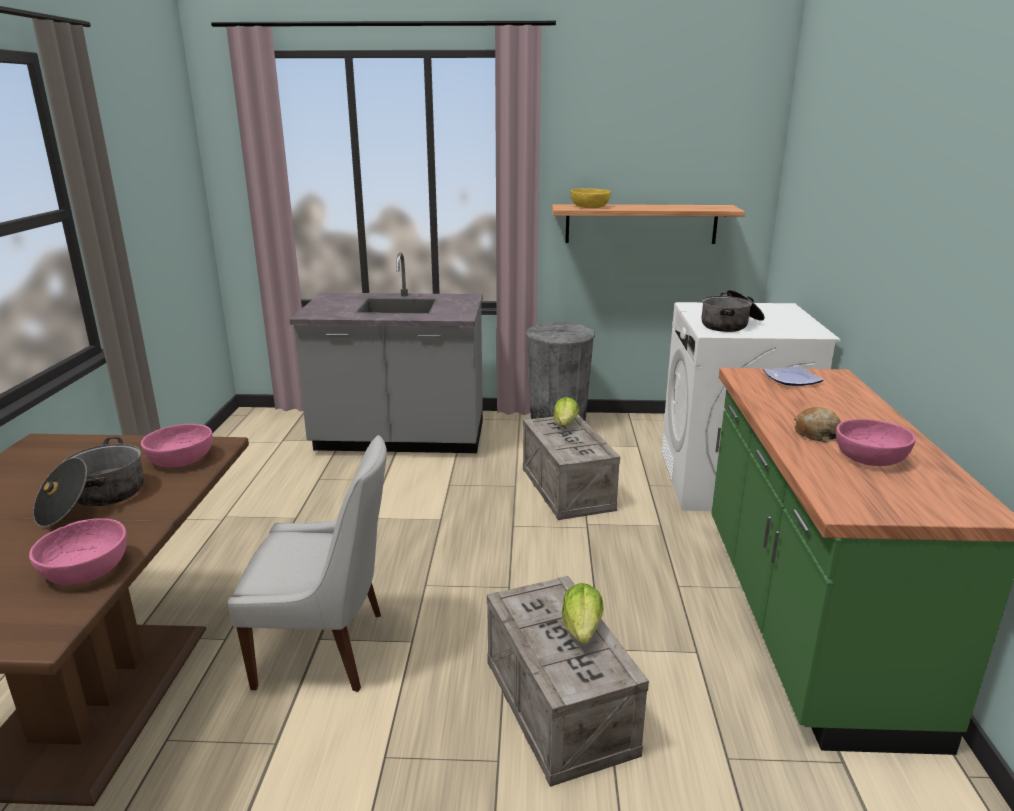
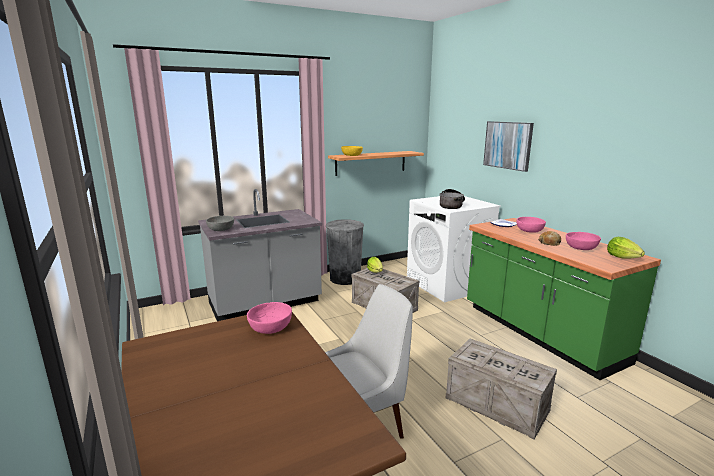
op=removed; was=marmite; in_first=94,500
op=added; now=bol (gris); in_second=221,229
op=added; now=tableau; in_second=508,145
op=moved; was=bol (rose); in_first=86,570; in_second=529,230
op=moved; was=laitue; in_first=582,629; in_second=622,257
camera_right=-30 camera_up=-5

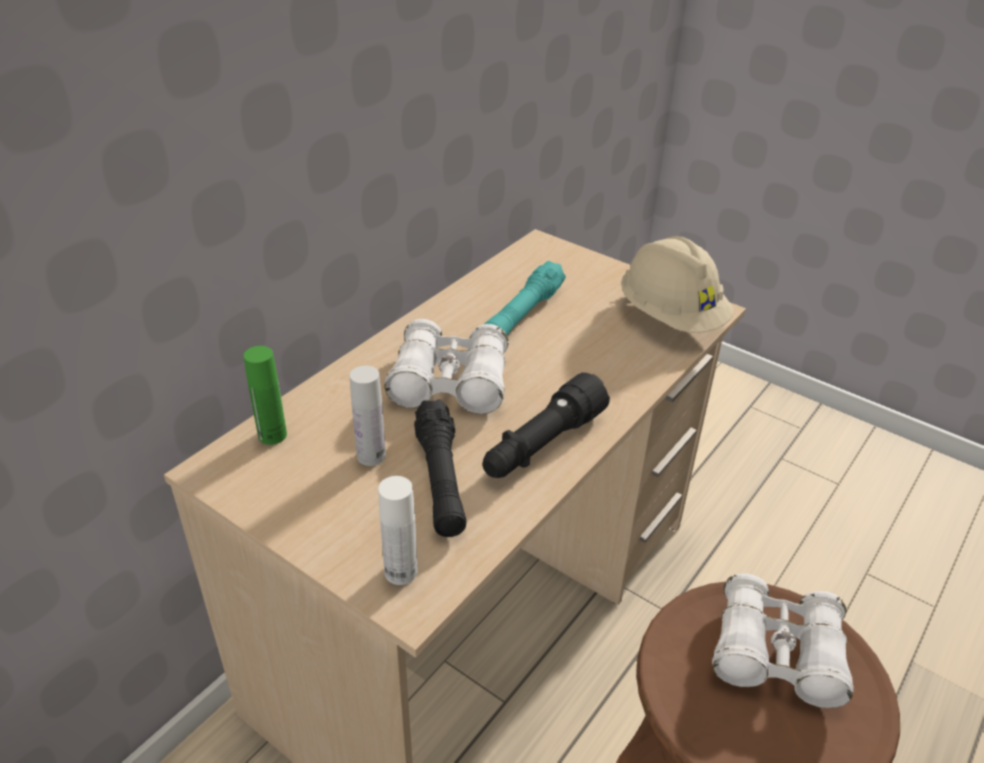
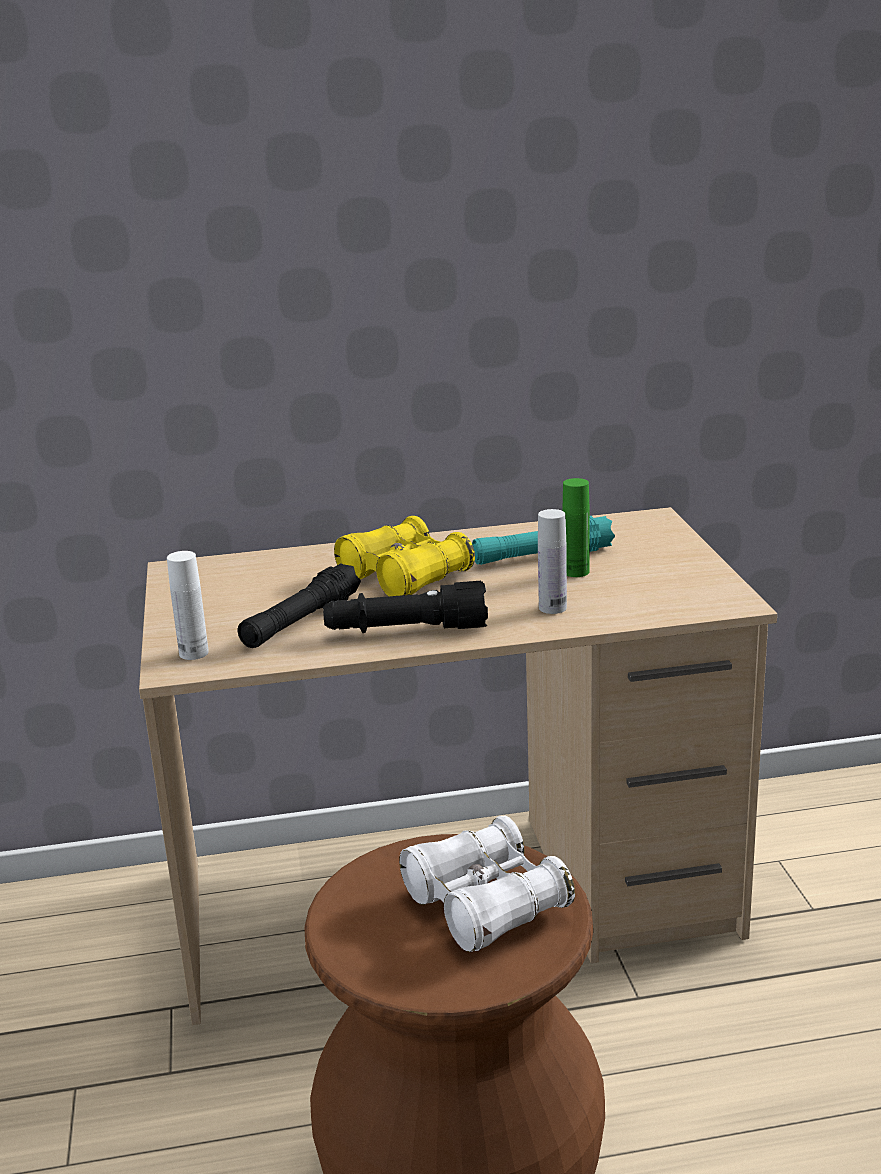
op=removed; was=casque de chantier (beige); in_first=671,317
op=moved; was=bouteille (vert); in_first=272,435; in_second=576,572
op=moved; was=bouteille (blanc); in_first=371,456; in_second=552,608
op=recoloured; was=jumelles (blanc); now=jumelles (jaune); in_first=450,383; in_second=405,577
camera_right=45 camera_up=-15

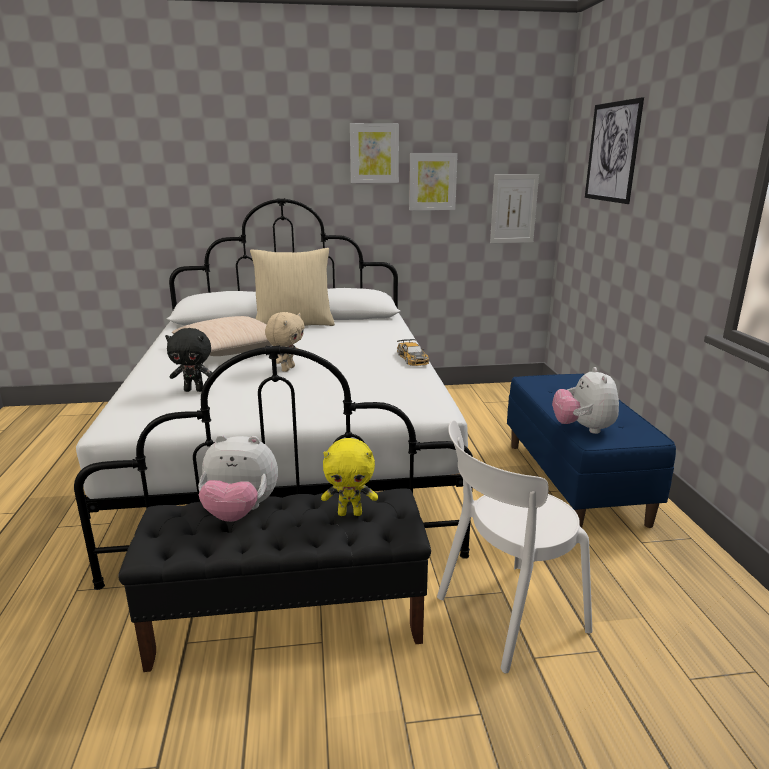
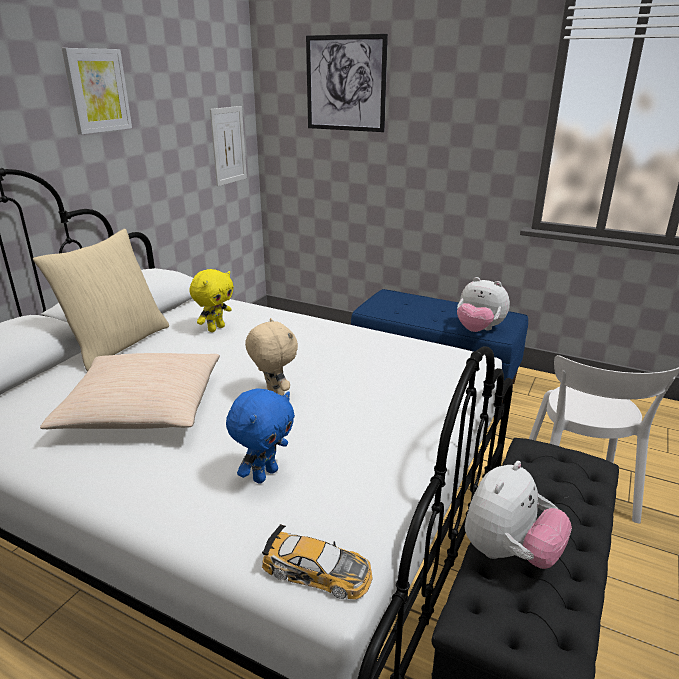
op=removed; was=tableau; in_first=432,181
op=moved; was=peluche (jaune); in_first=350,513; in_second=215,328
op=moved; was=petite voiture; in_first=412,358; in_second=318,571
op=recoloured; was=peluche (noir); now=peluche (bleu); in_first=194,390; in_second=264,474
camera_right=-55 camera_up=5

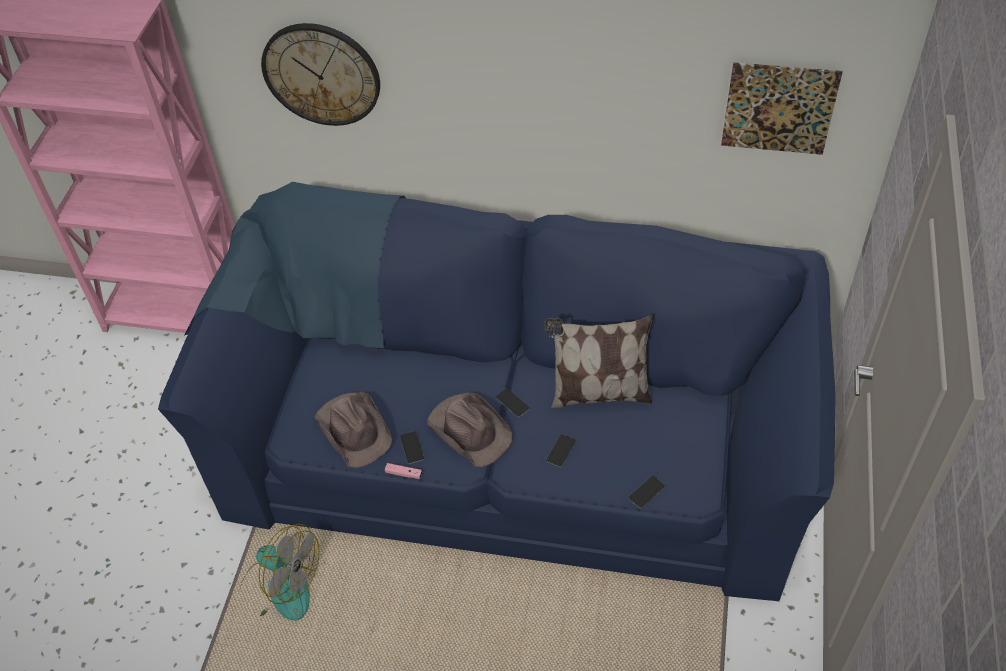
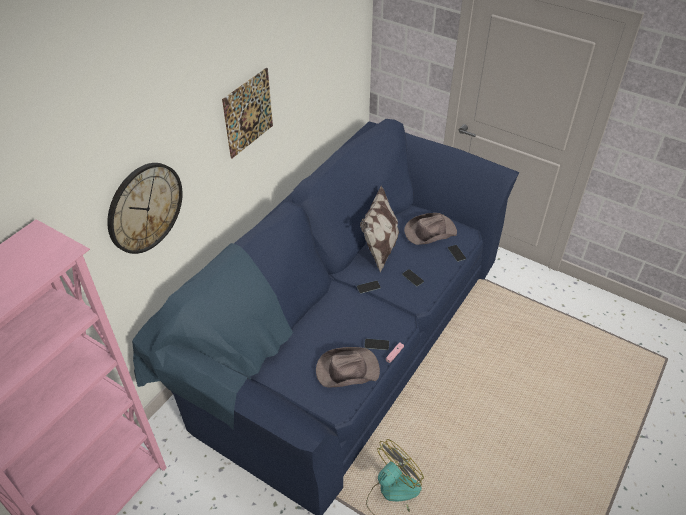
op=moved; was=chapeau (marron); in_first=469,430; in_second=429,232
op=moved; was=tableau; in_first=779,109; in_second=248,113
camera_right=-70 camera_up=-5

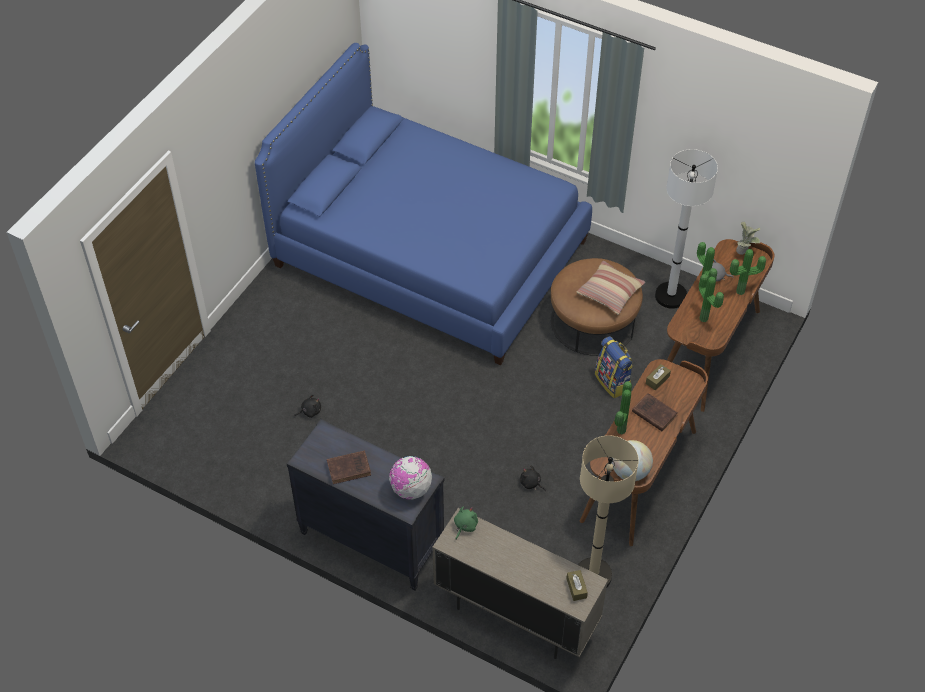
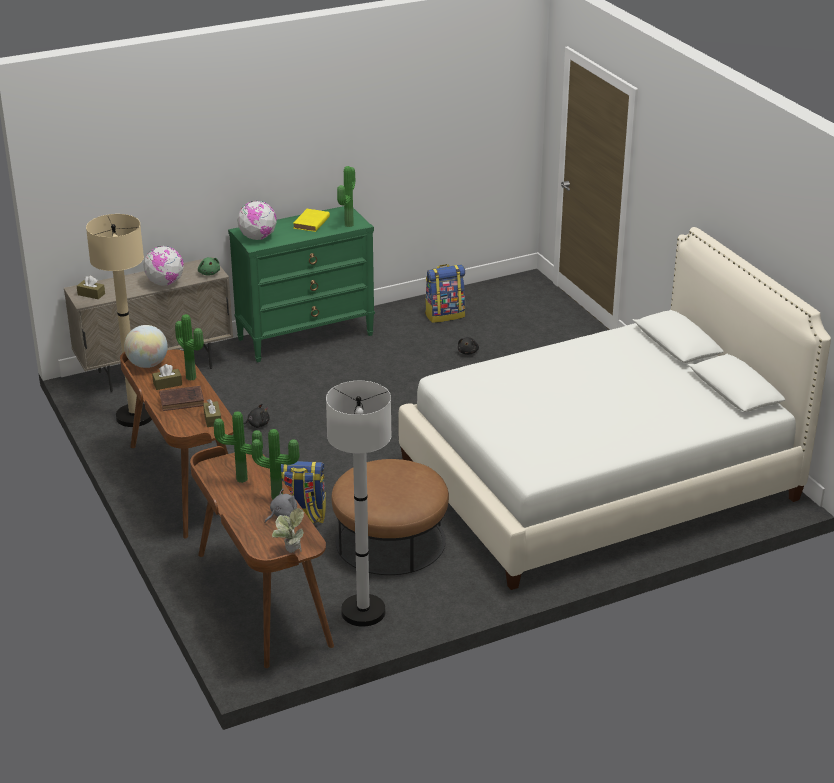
op=removed; was=coussin; in_first=610,292
op=added; now=globe; in_second=165,283
op=added; now=boîte à mouchoirs (marron); in_second=167,384
op=added; now=sac à dos; in_second=445,315
op=moved; was=plante en pot; in_first=741,293; in_second=347,225
op=recoloured; was=lit (bleu); now=lit (blanc); in_first=430,252; in_second=600,480
op=recoloured; was=commode (noir); now=commode (vert); in_first=371,541; in_second=306,336
op=recoloured; was=livre (marron); now=livre (jaune); in_first=350,468; in_second=311,223
camera_right=125 camera_up=-20

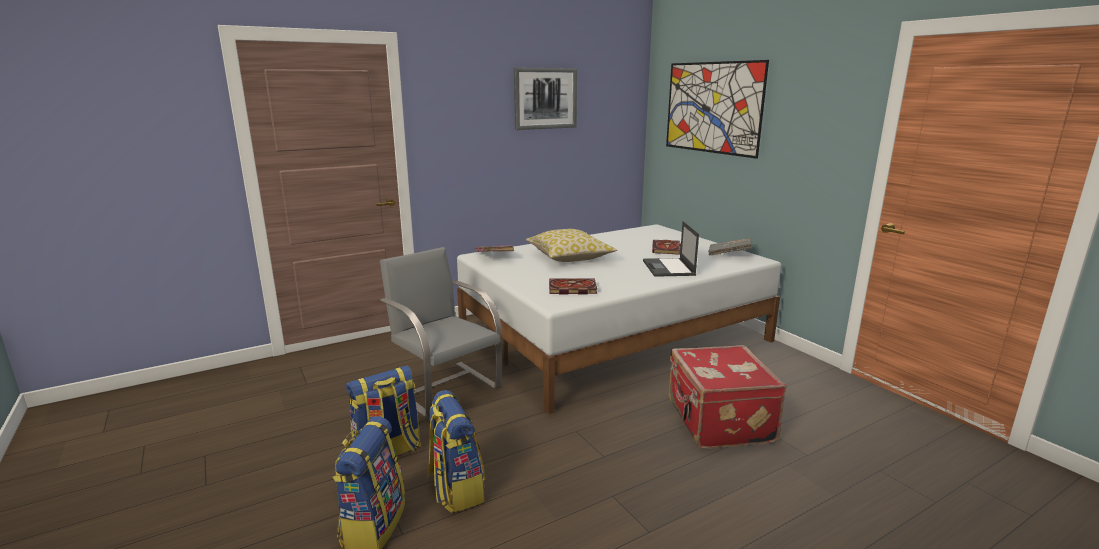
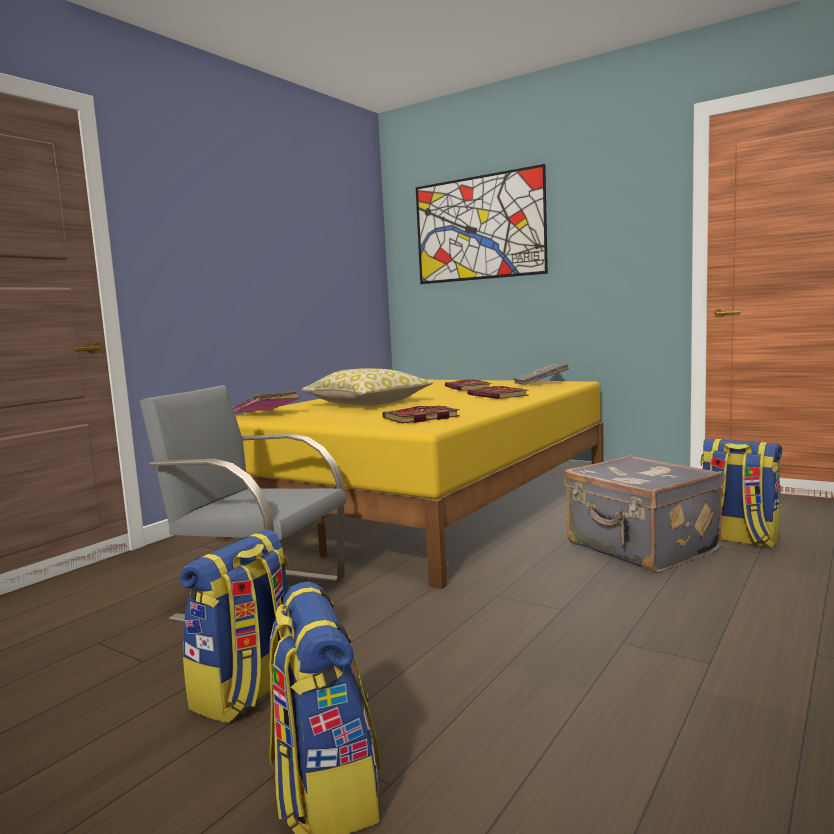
op=removed; was=tableau; in_first=545,98
op=moved; was=sac à dos; in_first=455,489; in_second=737,539
op=replaced; was=ordinateur portable; now=livre; in_first=669,268; in_second=499,395
op=recoloured; was=lit (blanc); now=lit (jaune); in_first=613,336; in_second=431,506
op=recoloured; was=valise (rouge); now=valise (gris); in_first=717,422; in_second=641,548
camera_right=-25 camera_up=-10

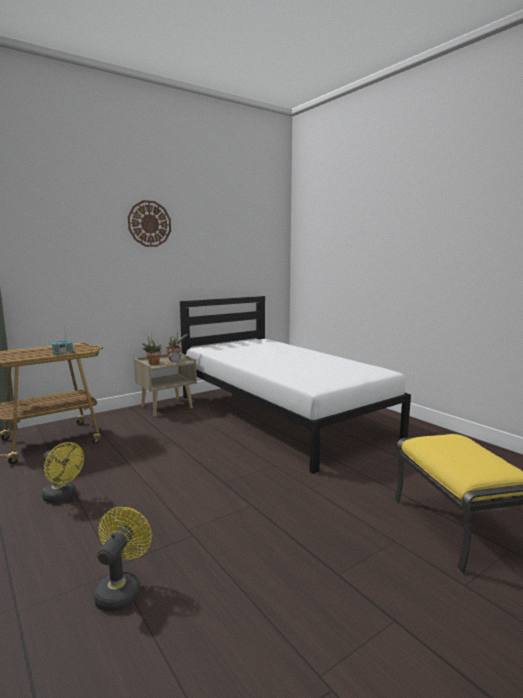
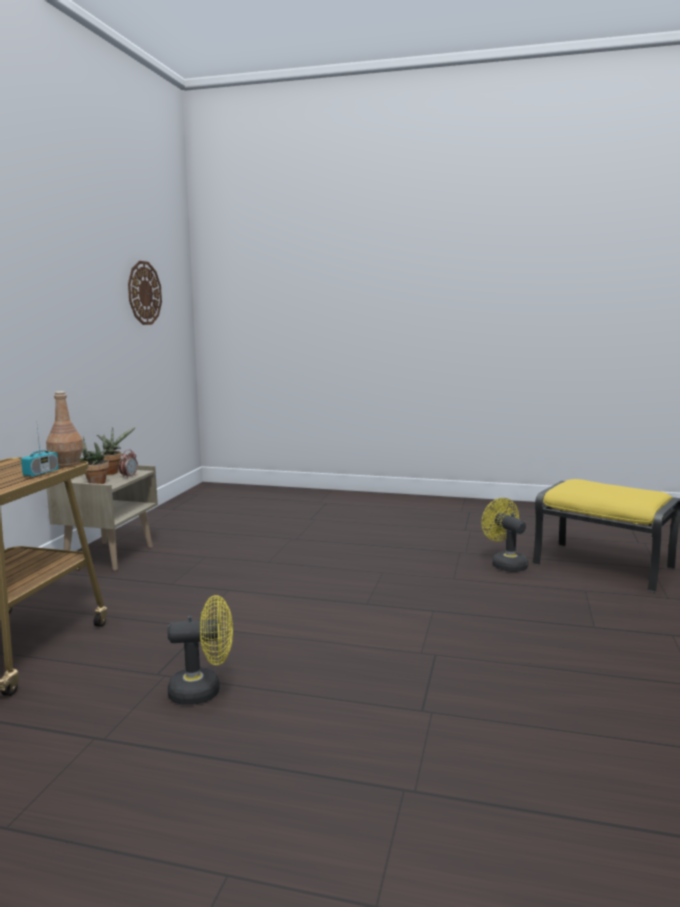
op=removed; was=lit (blanc); in_first=281,415
op=added; now=bouteille (marron); in_second=67,463
op=moved; was=ventilateur (jaune); in_first=121,589; in_second=505,564
op=moved; was=horloge murale; in_first=149,224; in_second=144,293
camera_right=-40 camera_up=0

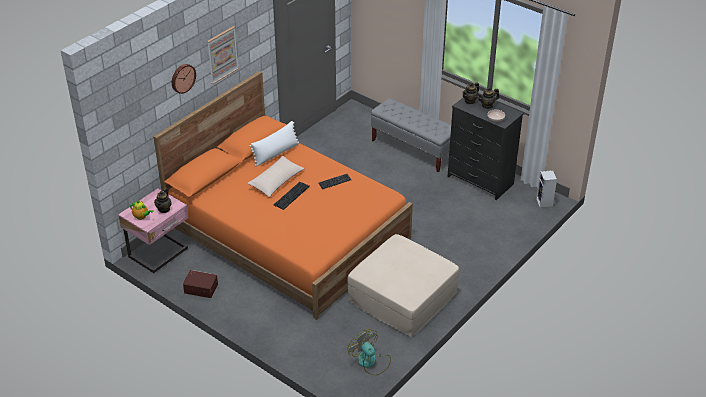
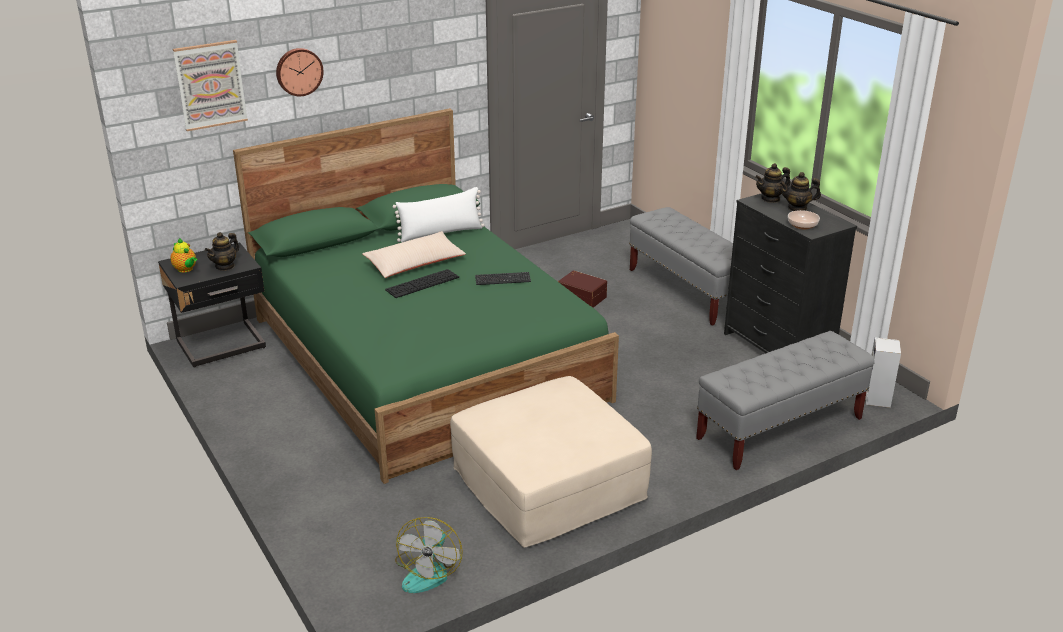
op=added; now=banc (gris); in_second=779,429
op=moved; was=boîte de rangement (marron); in_first=201,288; in_second=582,297
op=moved; was=tableau; in_first=222,54; in_second=210,85
op=recoloured; was=table de chevet (rose); now=table de chevet (noir); in_first=160,254; in_second=222,346
op=recoloured; was=lit (orange); now=lit (vert); in_first=288,233; in_second=425,358
op=turned; was=ventilateur; in_first=370,362; in_second=428,571; clockwise=-150
camera_right=20 camera_up=-10

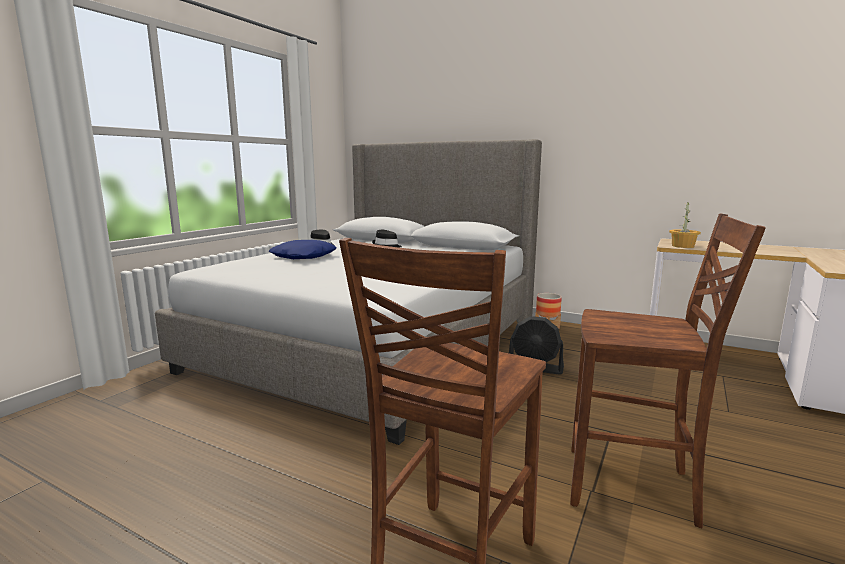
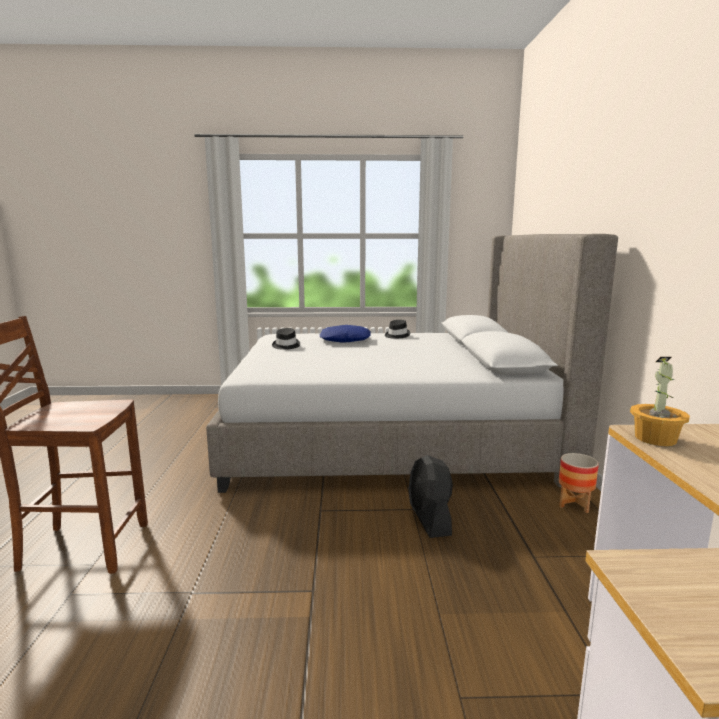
op=removed; was=chaise (marron); in_first=633,487
op=moved; was=chapeau (noir); in_first=386,246; in_second=285,346
camera_right=60 camera_up=0

